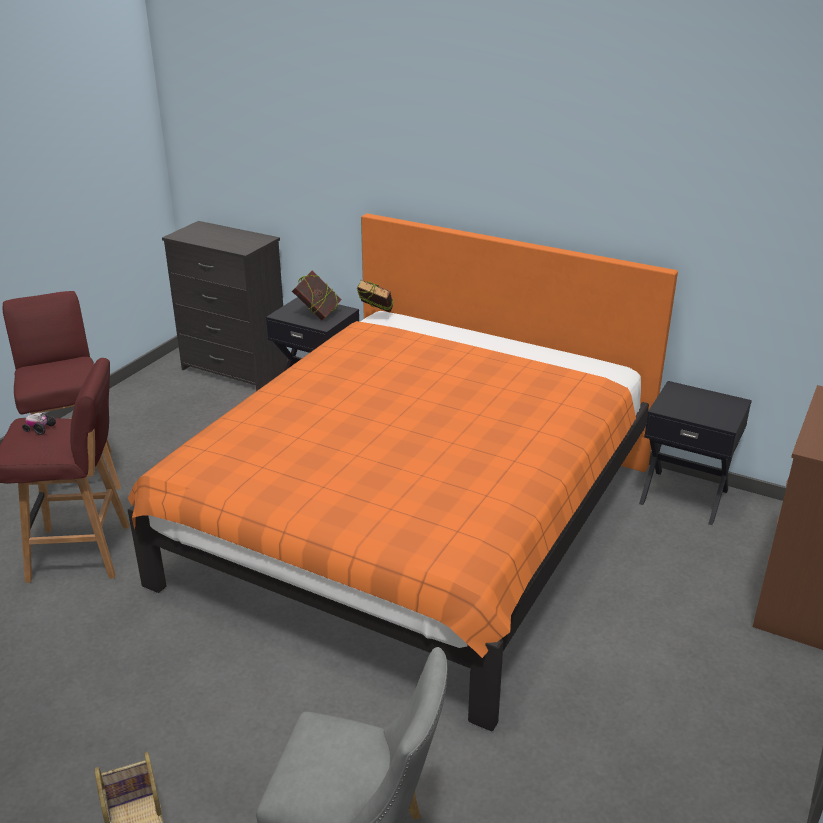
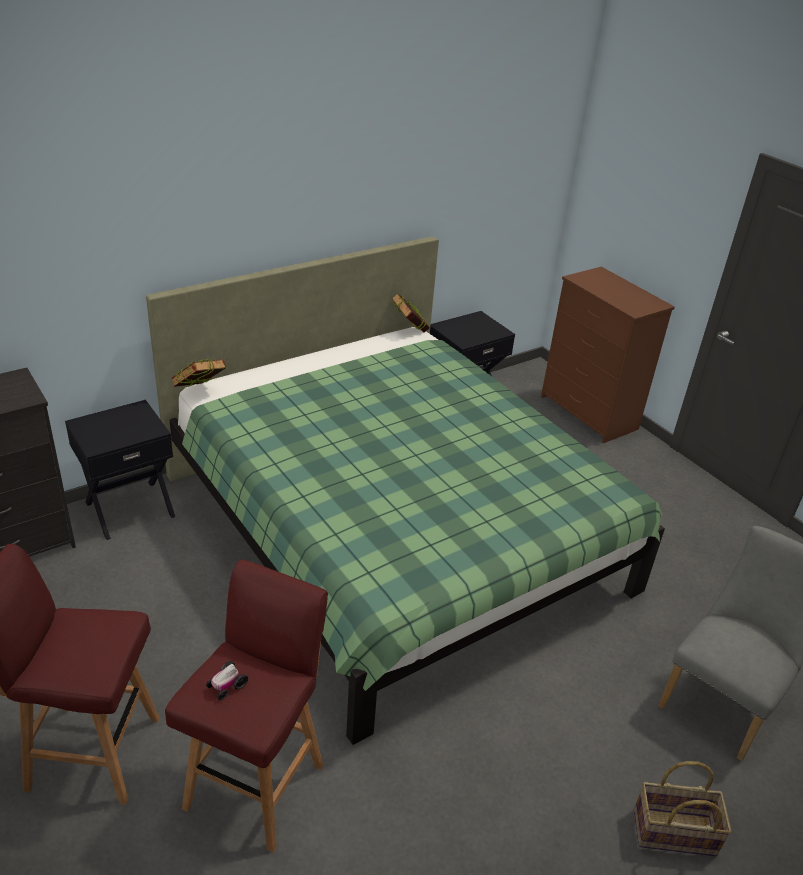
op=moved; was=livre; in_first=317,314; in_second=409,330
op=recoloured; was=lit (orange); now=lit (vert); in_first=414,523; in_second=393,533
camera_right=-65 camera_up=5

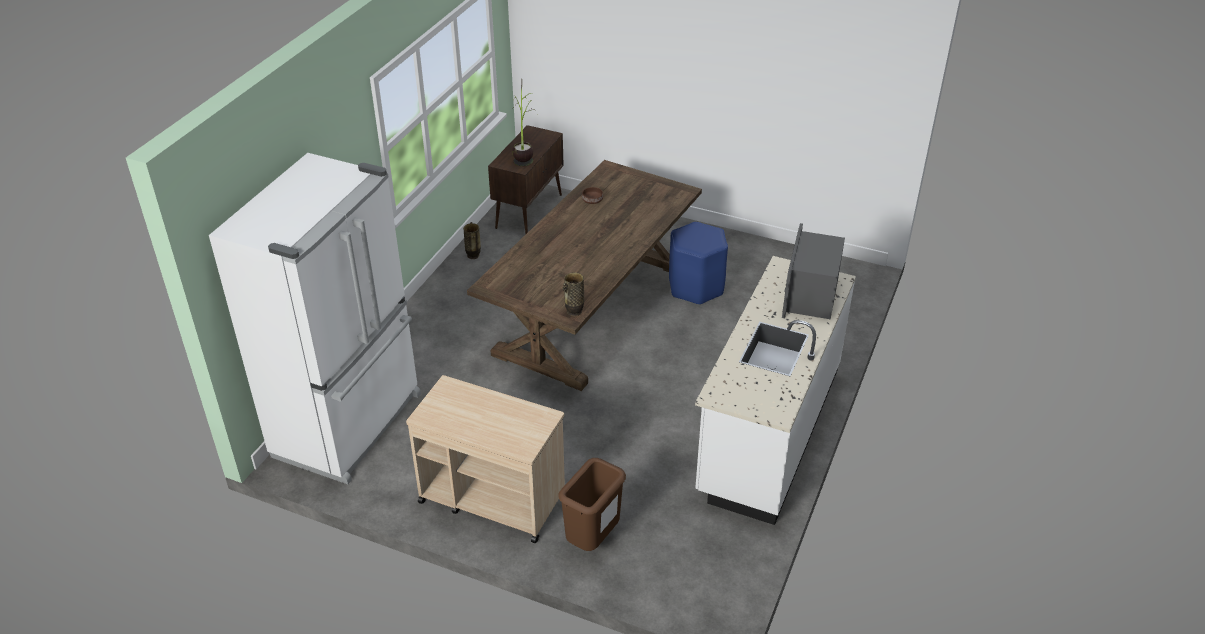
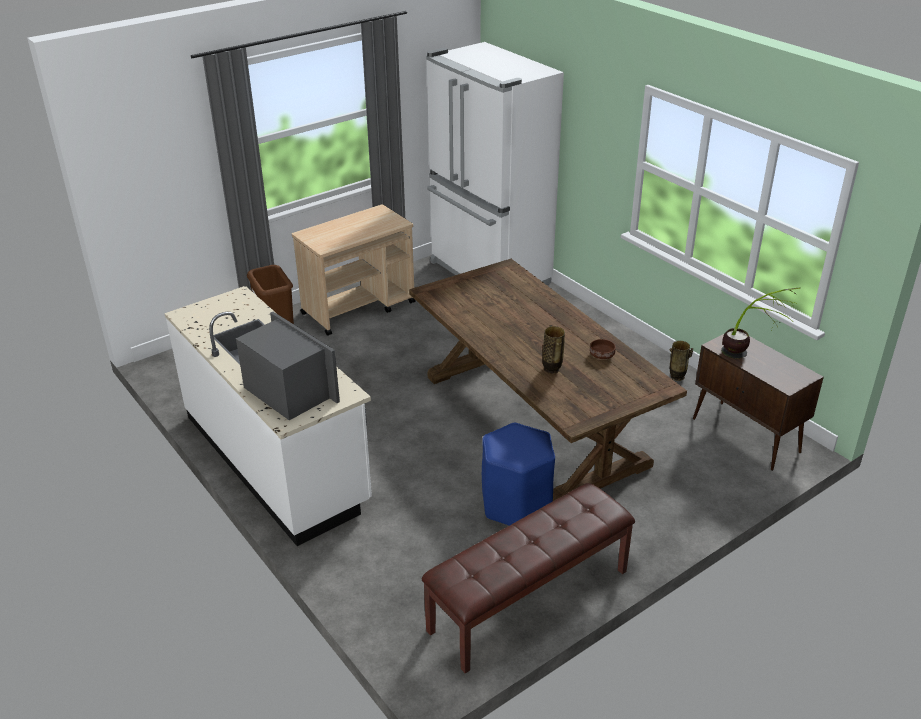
op=added; now=banc (marron); in_second=529,601
op=moved; was=vase; in_first=574,311; in_second=551,369
camera_right=120 camera_up=-5

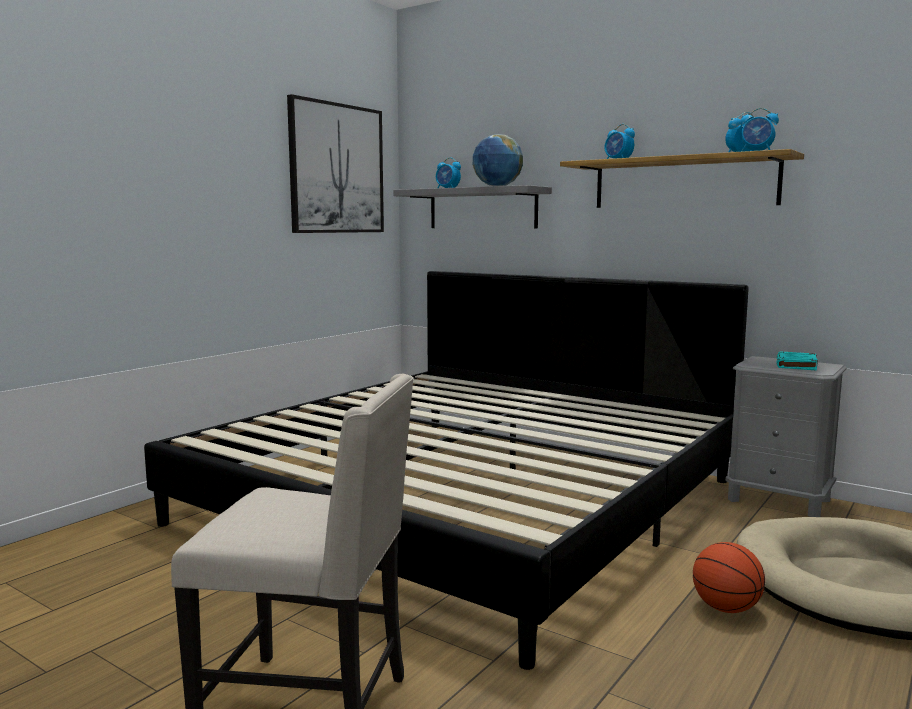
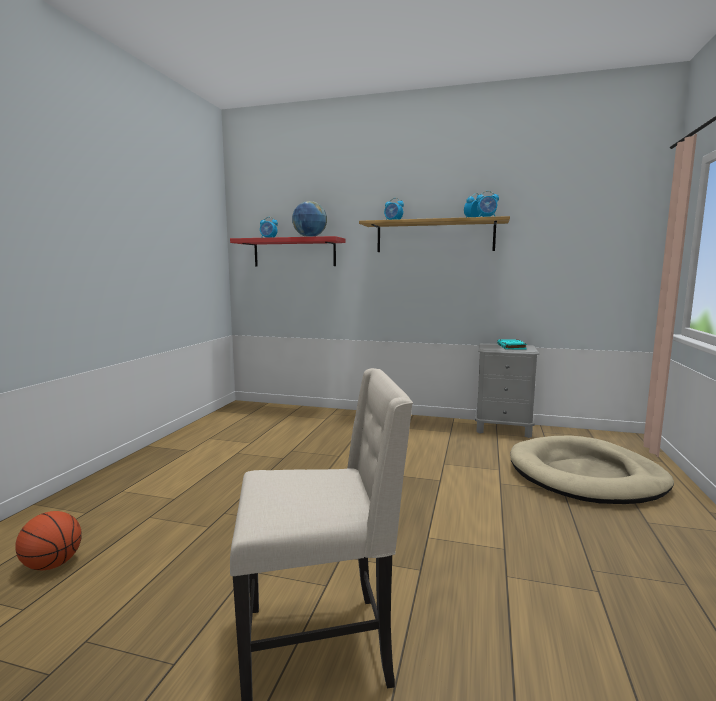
op=removed; was=lit; in_first=465,501
op=removed; was=tableau; in_first=337,169
op=moved; was=ballon de basket; in_first=726,608; in_second=52,565
op=recoloured; was=étagère (gris); now=étagère (rouge); in_first=482,209; in_second=294,252
camera_right=-20 camera_up=0

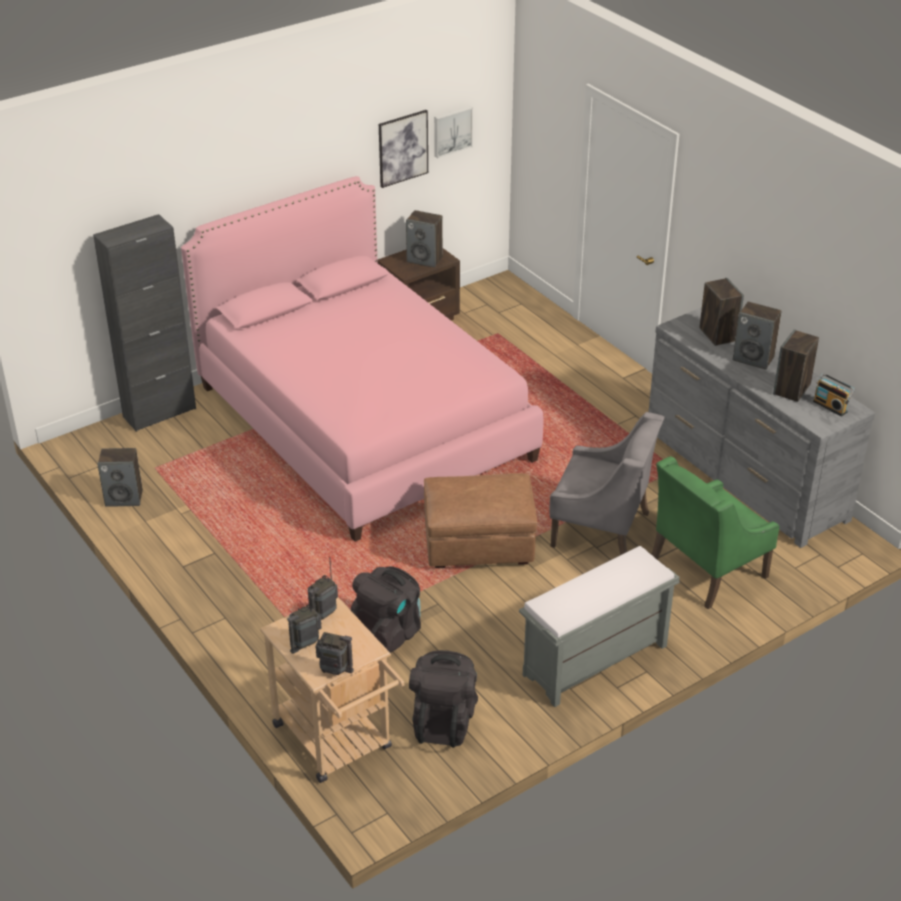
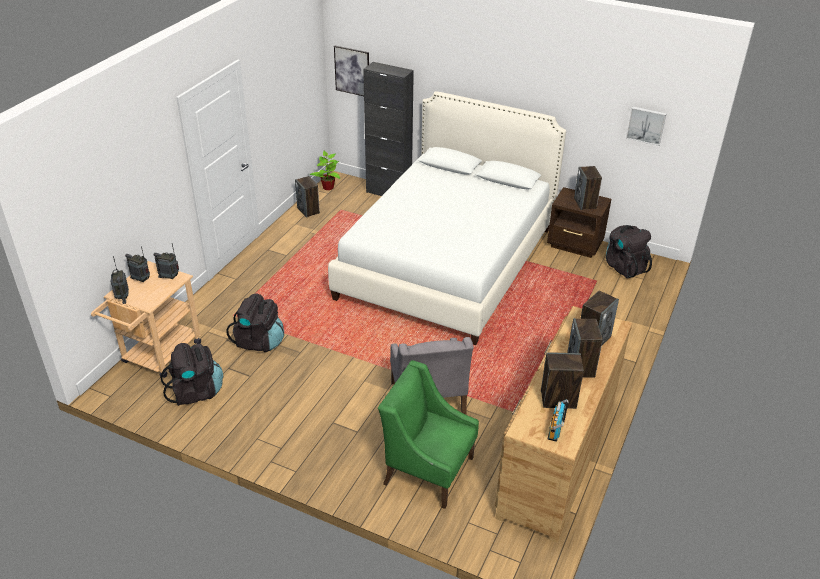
op=removed; was=pouf (marron); in_first=478,545
op=removed; was=banc (gris); in_first=594,661
op=added; now=plante en pot; in_second=328,187
op=added; now=sac à dos (noir); in_second=624,267
op=moved; was=tableau; in_first=403,148; in_second=352,71
op=recoloured; was=lit (rose); now=lit (blanc); in_first=364,422; in_second=447,262
op=recoloured; was=commode (gris); now=commode (marron); in_first=744,475; in_second=556,457
camera_right=60 camera_up=0

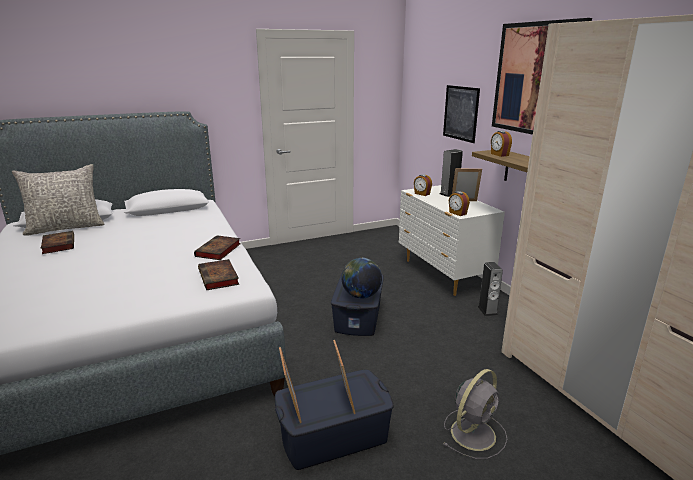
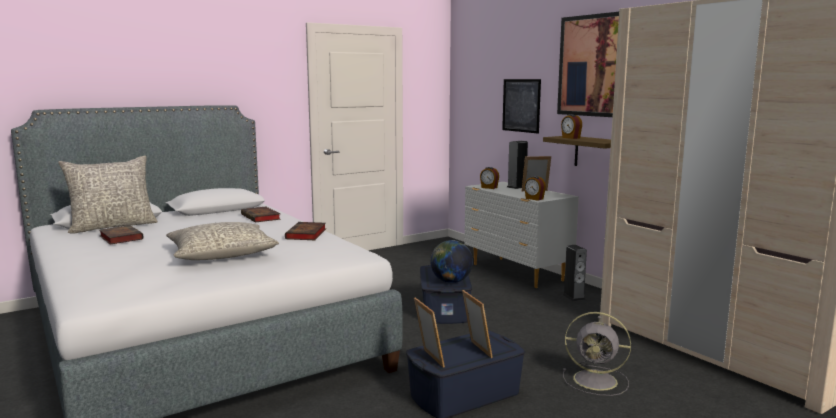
op=added; now=coussin (gris); in_second=222,254
op=moved; was=livre; in_first=219,278; in_second=261,217
op=turned; was=ventilateur (gris); in_first=474,433; in_second=597,380; clockwise=75
camera_right=-10 camera_up=-10

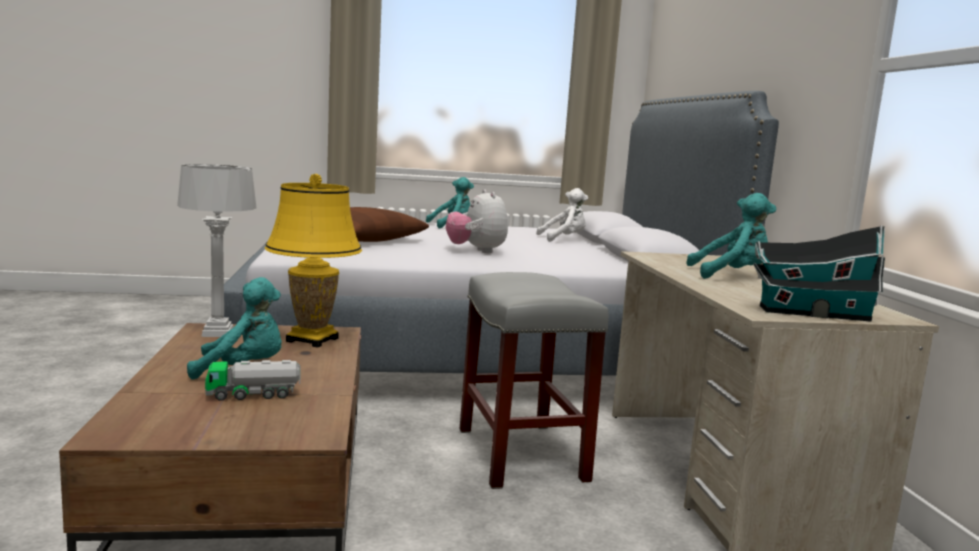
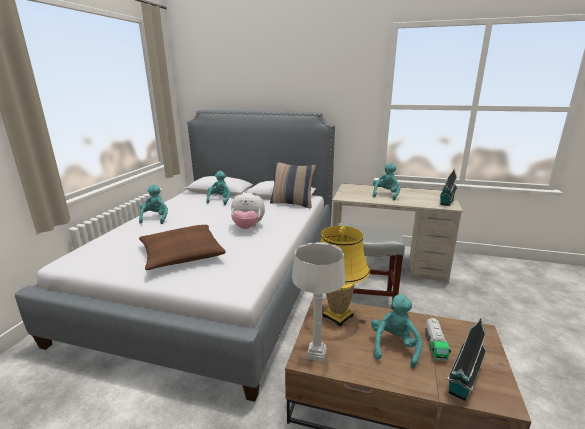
op=added; now=coussin; in_second=292,204
op=added; now=maison miniature; in_second=463,379
op=recoloured; was=peluche (blanc); now=peluche (turquoise); in_first=564,239; in_second=220,200
camera_right=-65 camera_up=10

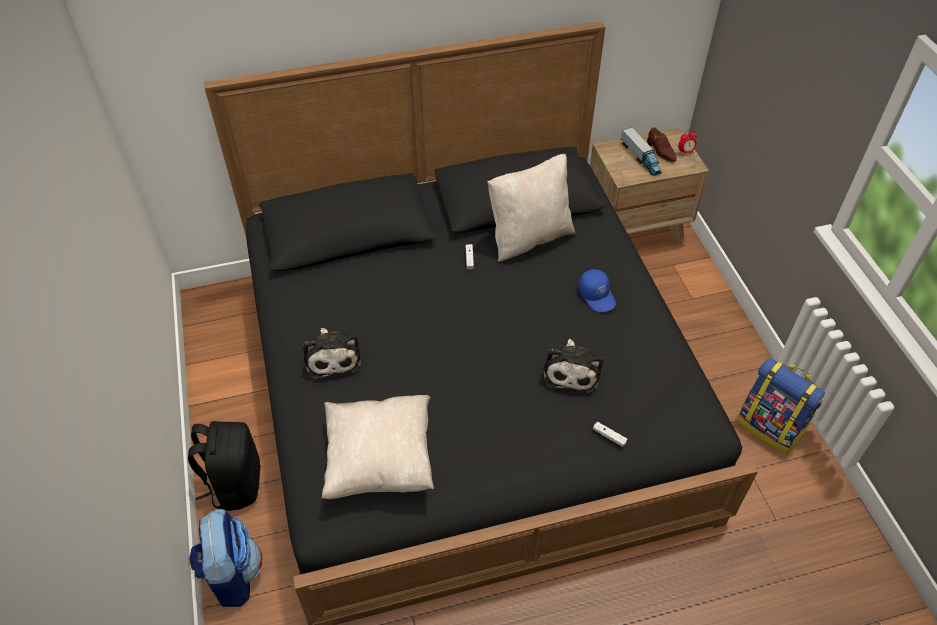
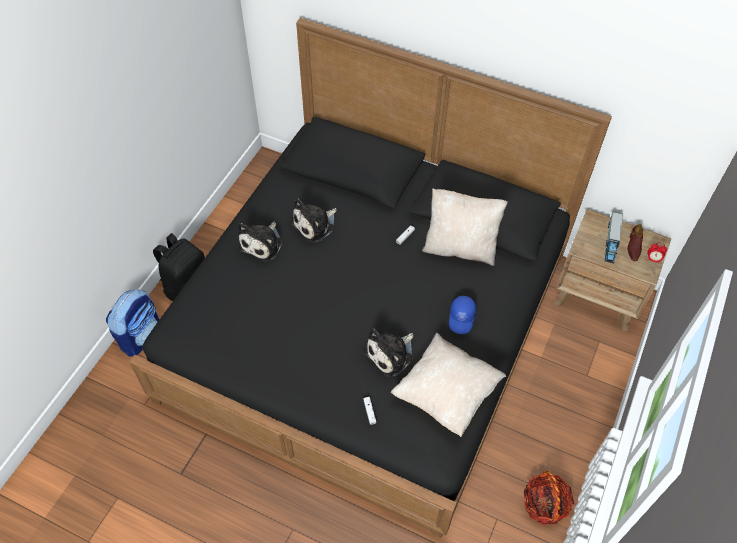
op=added; now=peluche; in_second=315,225
op=moved; was=coussin (beige); in_first=380,461; in_second=446,394
op=replaced; was=sac à dos; now=panier; in_first=770,427; in_second=544,504
camera_right=40 camera_up=5

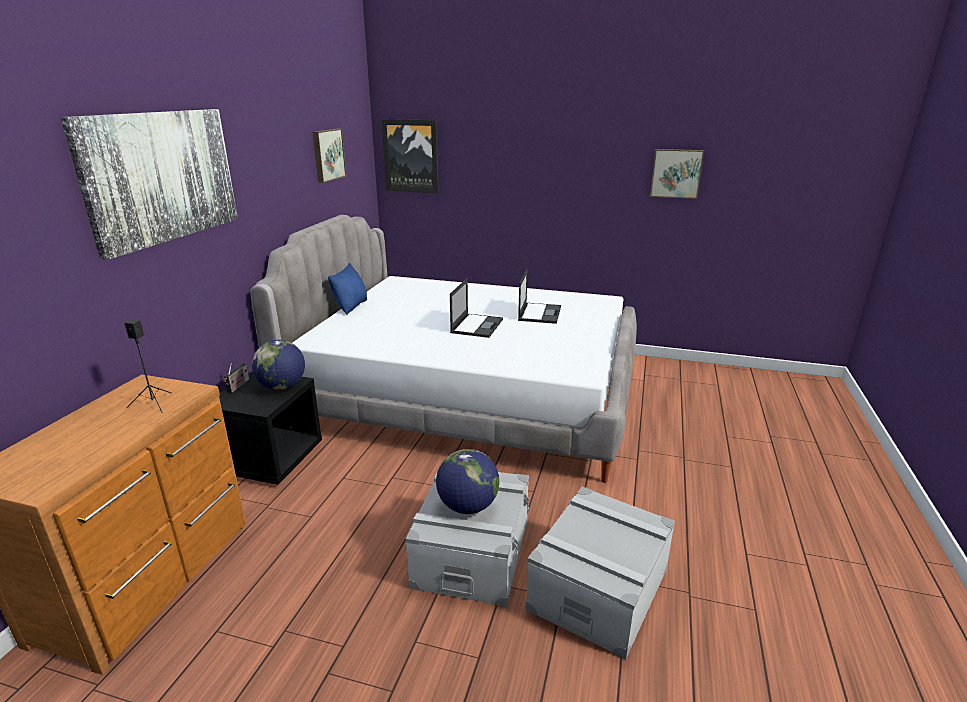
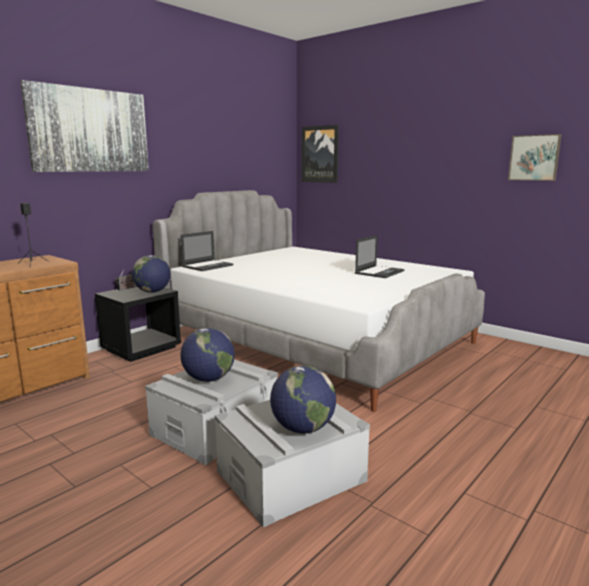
op=removed; was=tableau; in_first=327,155
op=removed; was=coussin (bleu); in_first=351,306
op=added; now=globe; in_second=302,428
op=moved; was=ordinateur portable; in_first=477,325; in_second=208,266
camera_right=25 camera_up=-10

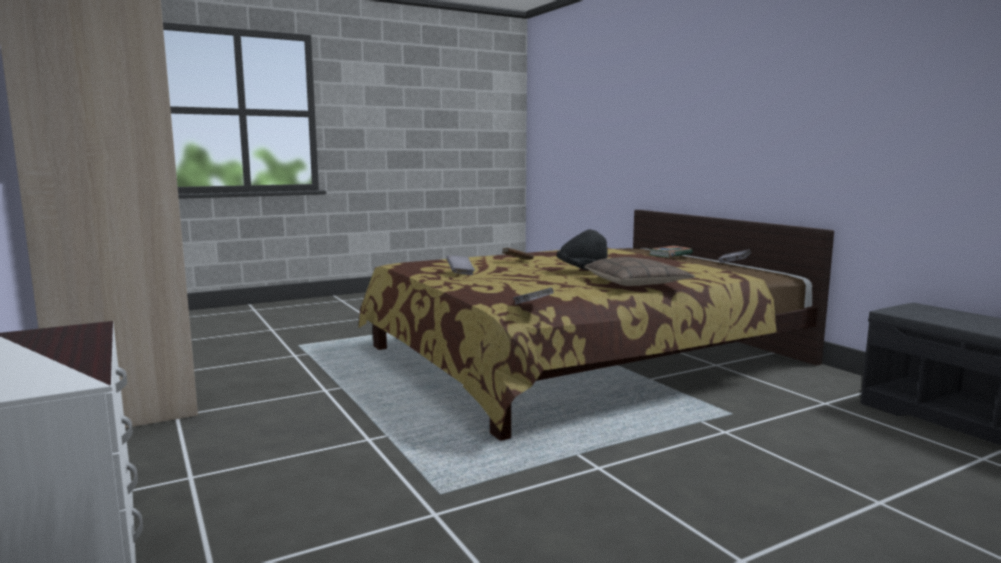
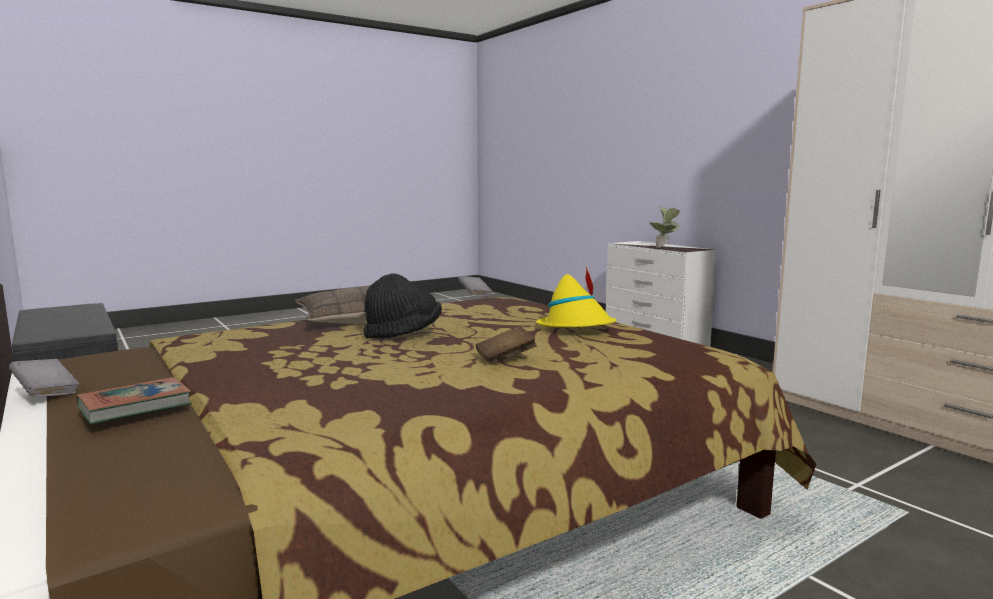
op=added; now=plante en pot; in_second=665,248
op=replaced; was=livre (gris); now=chapeau (jaune); in_first=460,273; in_second=576,328
camera_right=175 camera_up=0

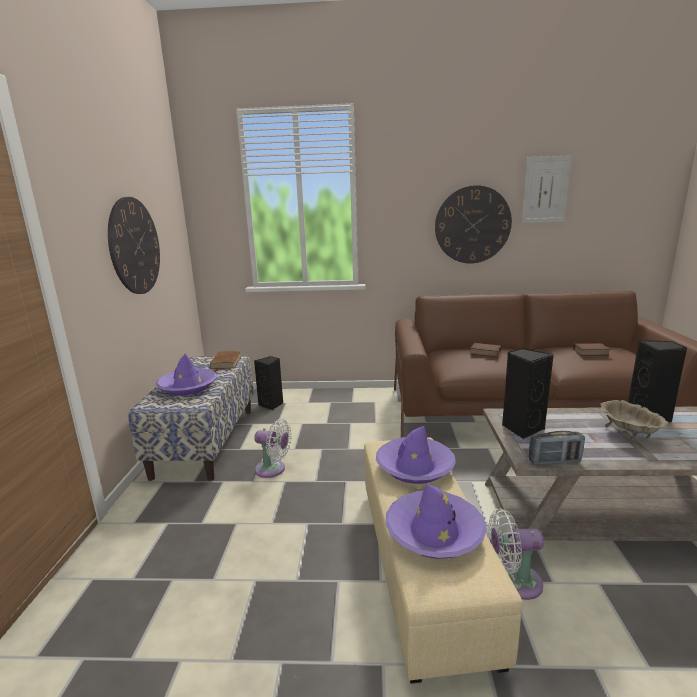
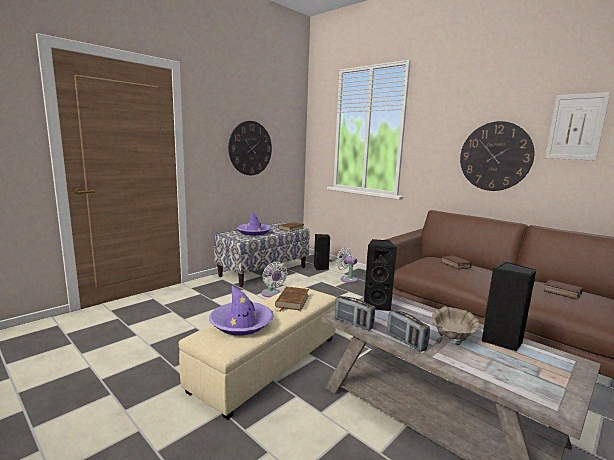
op=added; now=radio; in_second=406,341
op=moved; was=ventilateur (blanc); in_first=514,581; in_second=347,279
op=replaced; was=chapeau (violet); now=livre (marron); in_first=415,467; in_second=292,301
camera_right=40 camera_up=-5

